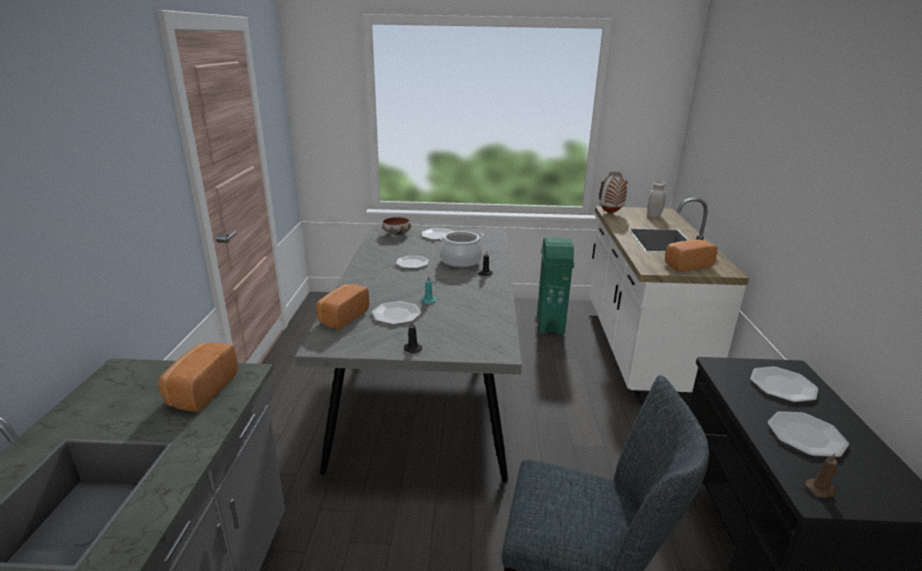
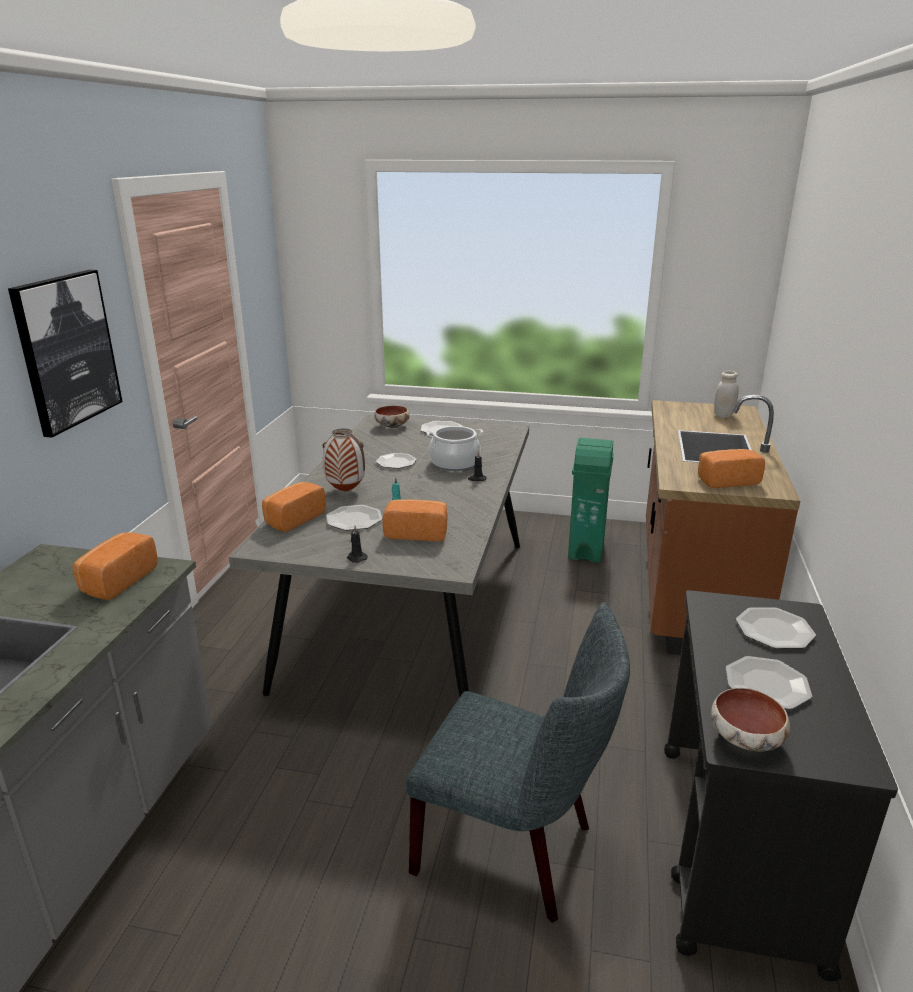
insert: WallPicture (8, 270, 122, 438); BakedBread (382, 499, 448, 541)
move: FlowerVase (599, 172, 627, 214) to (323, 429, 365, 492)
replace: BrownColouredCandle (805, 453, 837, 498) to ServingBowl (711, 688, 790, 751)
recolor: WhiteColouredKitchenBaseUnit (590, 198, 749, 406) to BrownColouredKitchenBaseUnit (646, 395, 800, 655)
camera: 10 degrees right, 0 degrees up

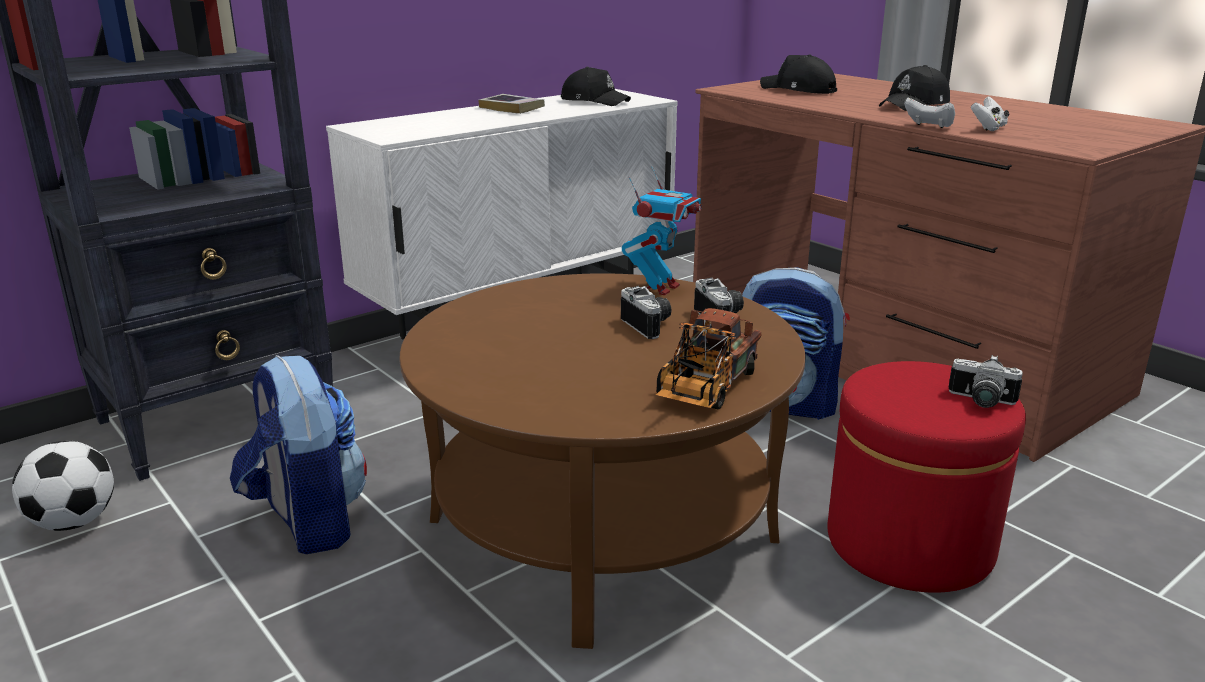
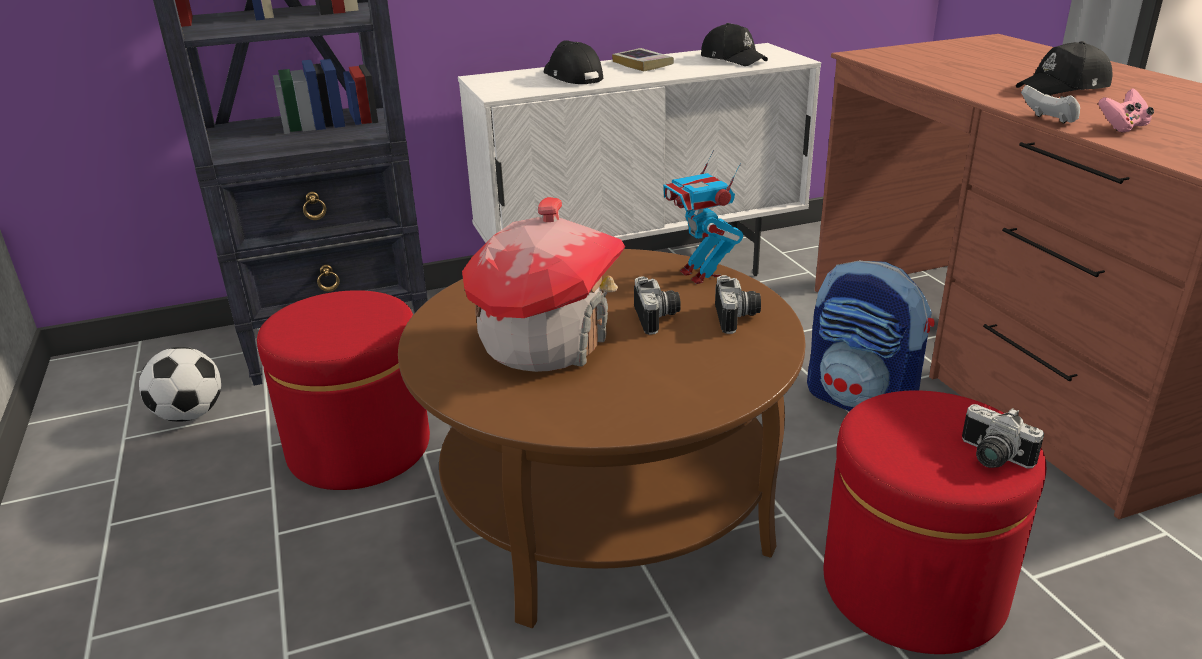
delete: ModelTruck (655, 308, 762, 409)
insert: ModelHouse (462, 197, 625, 372)
move: BlackishCap (760, 55, 837, 94) to (544, 40, 603, 84)
replace: Knapsack (230, 355, 367, 554) to RedColouredPouffe (257, 290, 430, 490)
recolor: WhiteColouredGamepad (971, 96, 1010, 131) to PinkColouredGamepad (1098, 88, 1154, 132)
rotate: RobotFigure (622, 167, 702, 295) = (663, 149, 743, 284) 105 degrees clockwise
camera: 20 degrees right, 5 degrees up

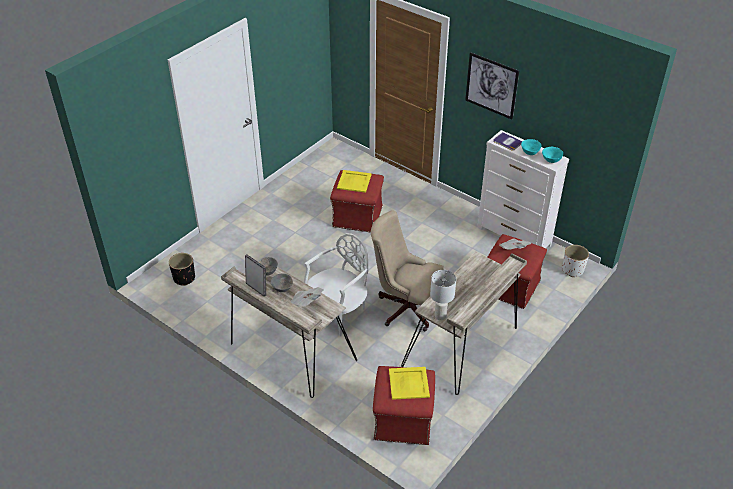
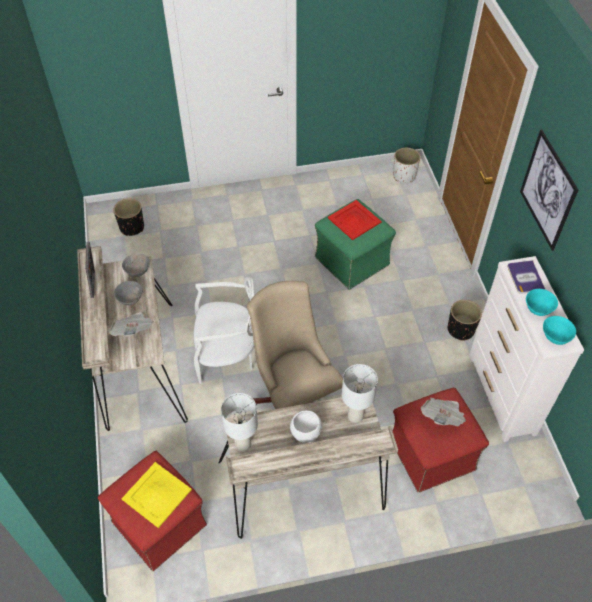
insert: WhiteColouredServingBowl (290, 410, 322, 443); WhiteColouredLampForATable (342, 364, 378, 423); BlackishPlanter (448, 300, 482, 341)
move: WhiteColouredPlanter (562, 245, 589, 277) to (393, 148, 420, 183)
recolor: RedColouredPouffe (330, 170, 384, 233) to GreenishPouffe (315, 199, 396, 290); YellowColouredTray (337, 170, 372, 193) to RedColouredTray (328, 200, 381, 240)
camera: 40 degrees right, 10 degrees up

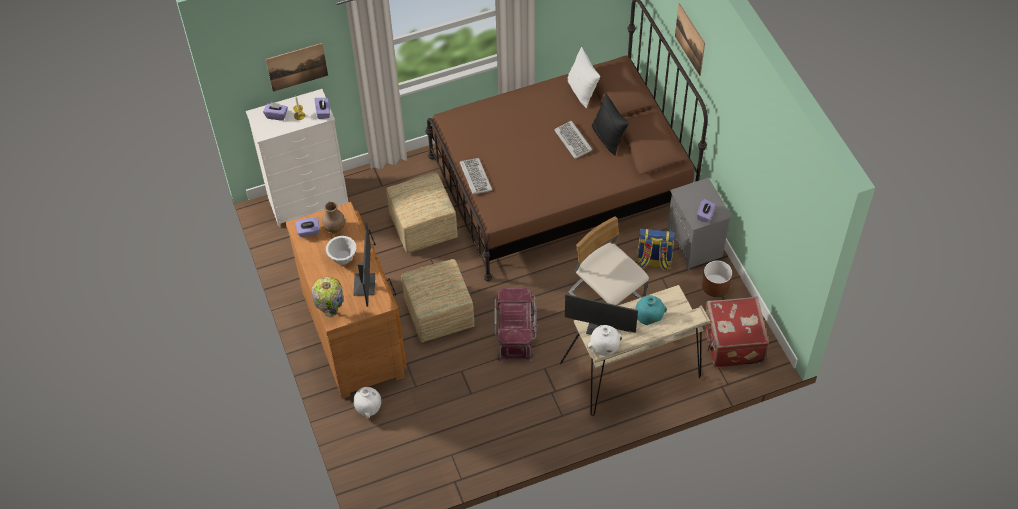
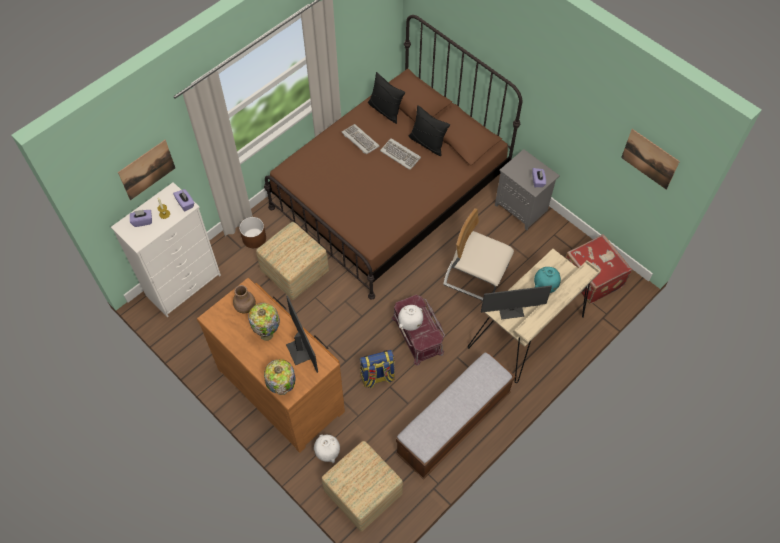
delete: PurpleColouredTissueHolder (295, 217, 320, 237)
insert: Bench (396, 352, 516, 479)
move: BrownColouredPlanter (702, 260, 732, 297) to (239, 217, 266, 248); Pouffe (402, 259, 475, 343) to (322, 441, 403, 532); Keyboard (460, 158, 492, 194) to (341, 124, 380, 154); Knapsack (637, 228, 675, 271) to (360, 350, 395, 388); WhiteColouredFlowerVase (588, 325, 622, 356) to (398, 305, 423, 331); WallPicture (675, 3, 705, 76) to (621, 129, 680, 190)
replace: WhiteColouredServingBowl (326, 236, 356, 265) to LampForATable (248, 303, 280, 341)
recolor: WhiteColouredCushion (567, 47, 600, 108) to BlackishCushion (368, 72, 405, 124)
camera: 25 degrees left, 5 degrees up

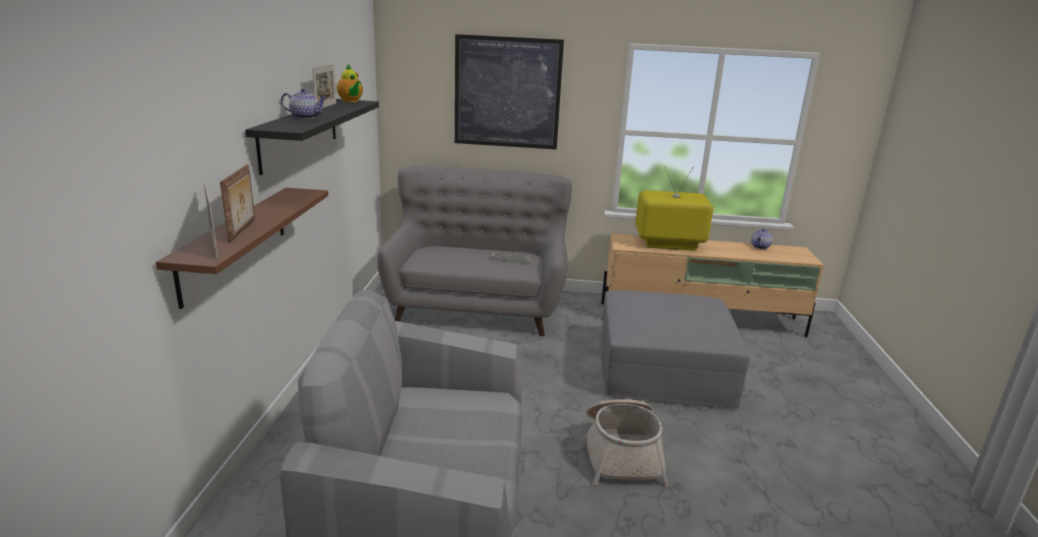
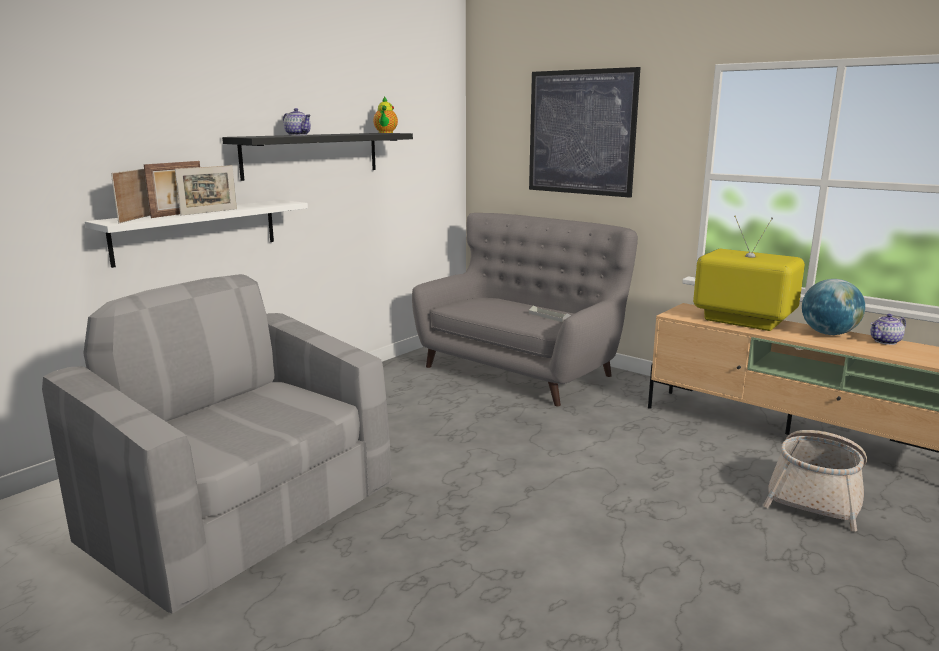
delete: GrayPouffe (601, 290, 750, 408)
insert: WorldGlobe (802, 279, 865, 335)
move: PhotoFrame (312, 64, 336, 108) to (175, 165, 237, 216); Basket (583, 399, 668, 487) to (763, 430, 867, 532)
recolor: BrownColouredWallShelf (156, 188, 328, 309) to WhiteColouredWallShelf (85, 200, 308, 268)
camera: 35 degrees right, 5 degrees down

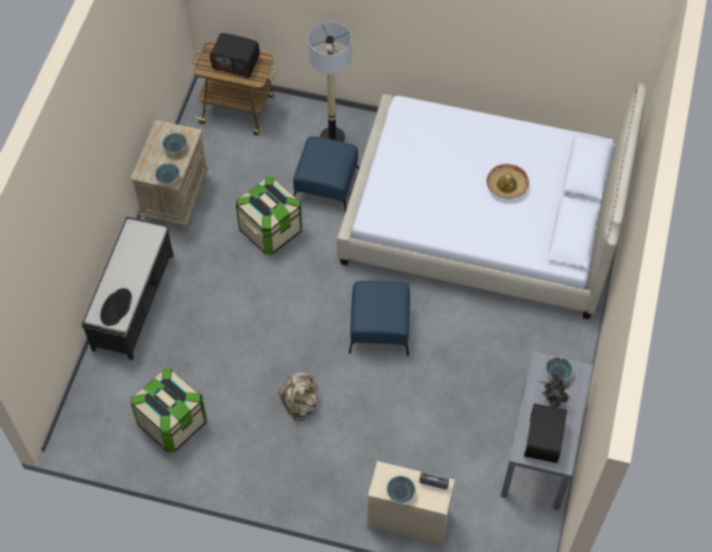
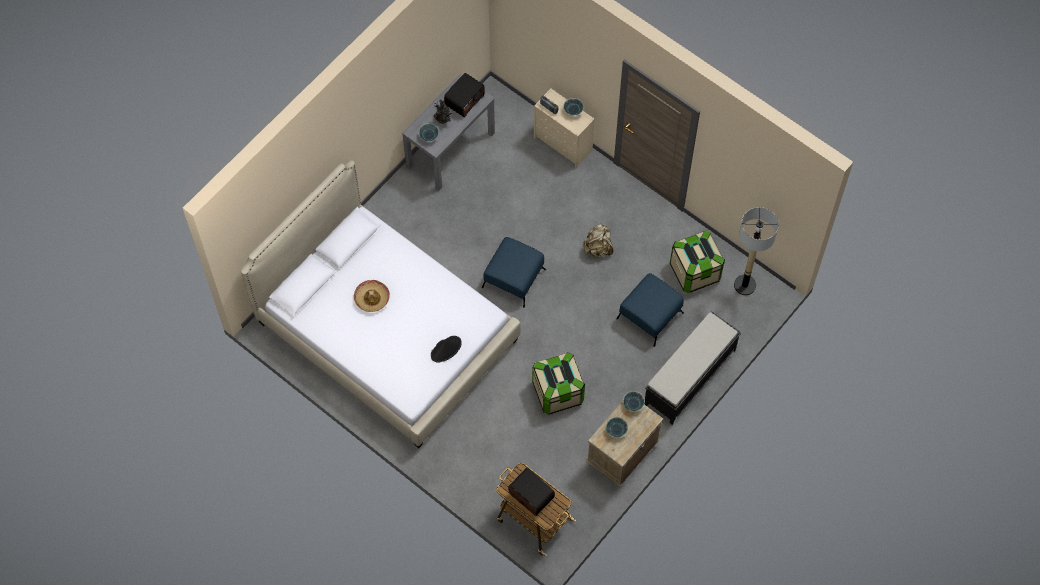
move: BlackishClothingHat (100, 288, 132, 326) to (431, 336, 462, 362); BluePouffe (293, 136, 359, 212) to (616, 273, 684, 347); StandardLamp (308, 22, 352, 142) to (734, 207, 779, 295)
camera: 155 degrees left, 5 degrees up

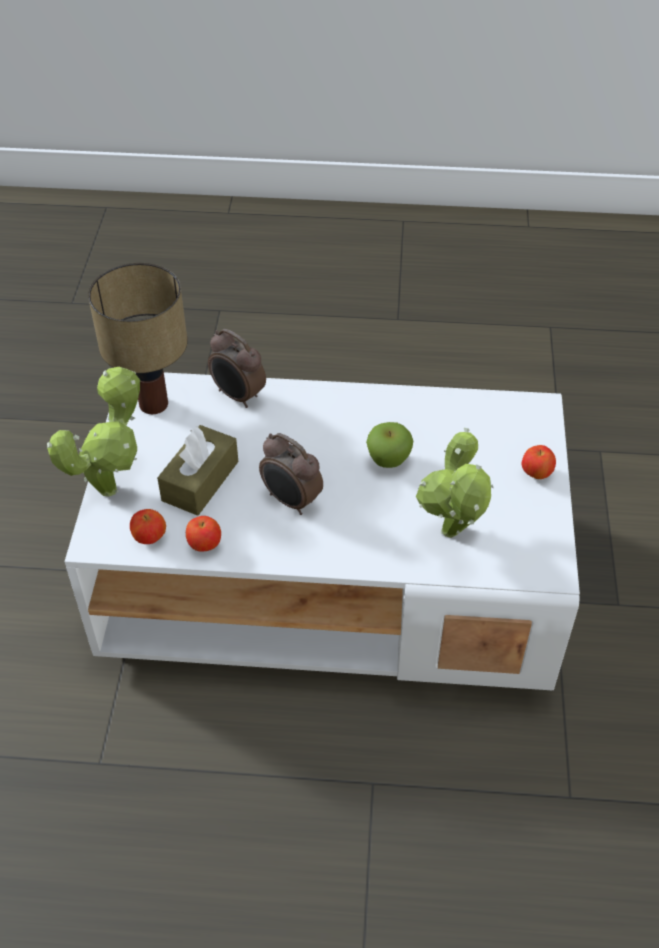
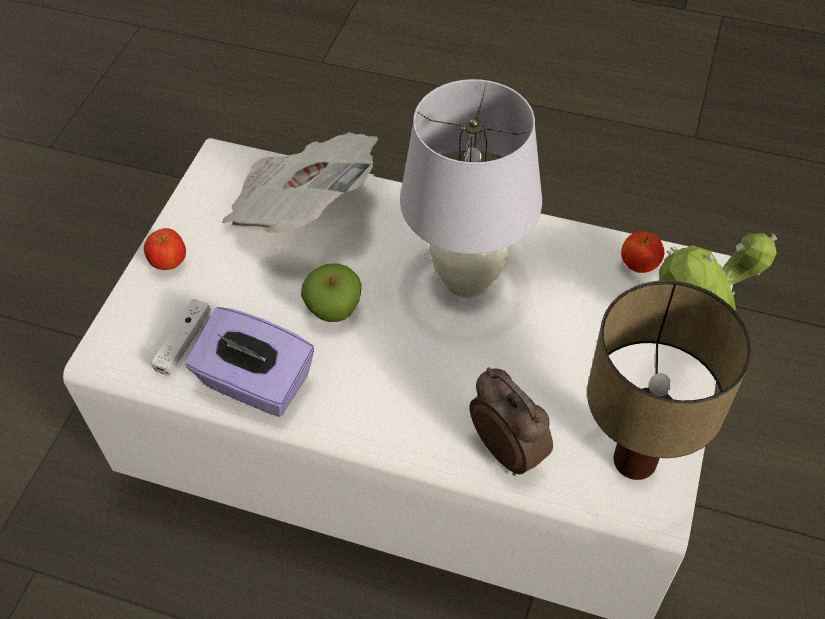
delete: BrownColouredTissueHolder (157, 425, 238, 516); AppleFruit (186, 516, 221, 552)
insert: WhiteColouredGamepad (151, 299, 211, 376); PurpleColouredTissueHolder (185, 307, 314, 417)
replace: PlantInAPot (416, 428, 494, 538) to Newspaper (221, 132, 378, 233); AlarmClock (259, 433, 323, 515) to WhiteColouredLampForATable (400, 79, 542, 298)
camera: 165 degrees left, 5 degrees up

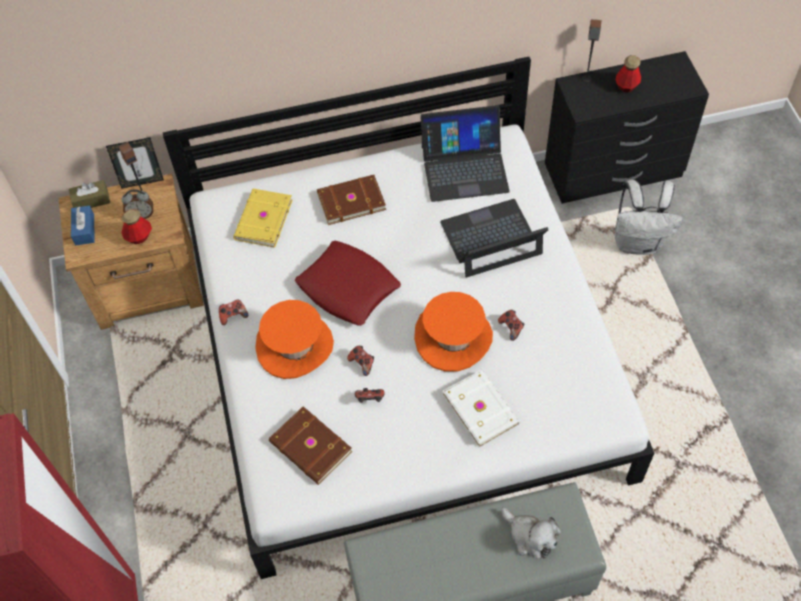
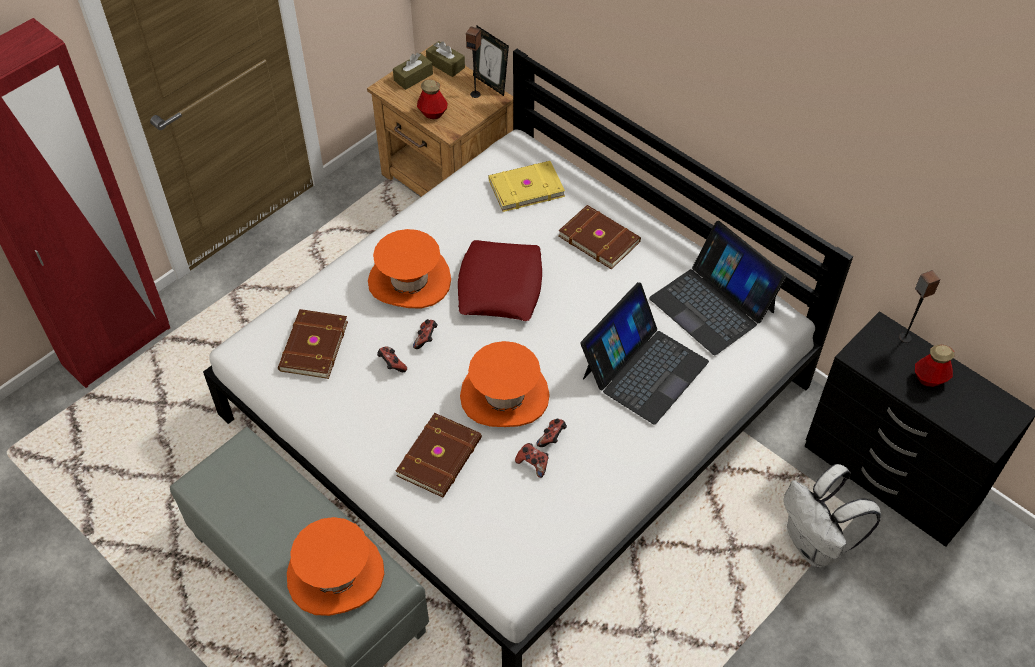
delete: AlarmClock (122, 189, 153, 219)
move: Gamepad (219, 299, 248, 325) to (515, 443, 548, 478)
replace: SoftToy (501, 507, 561, 559) to OrangeyClothingHat (287, 517, 384, 616)
recolor: BlueTissueHolder (71, 205, 95, 245) to BrownColouredTissueHolder (393, 53, 433, 90); WhiteColouredVolume (443, 370, 520, 448) to BrownColouredVolume (396, 413, 482, 497)
rotate: NotebookComputer (440, 199, 548, 277) = (580, 282, 709, 425) 90 degrees clockwise
camera: 55 degrees right, 5 degrees down

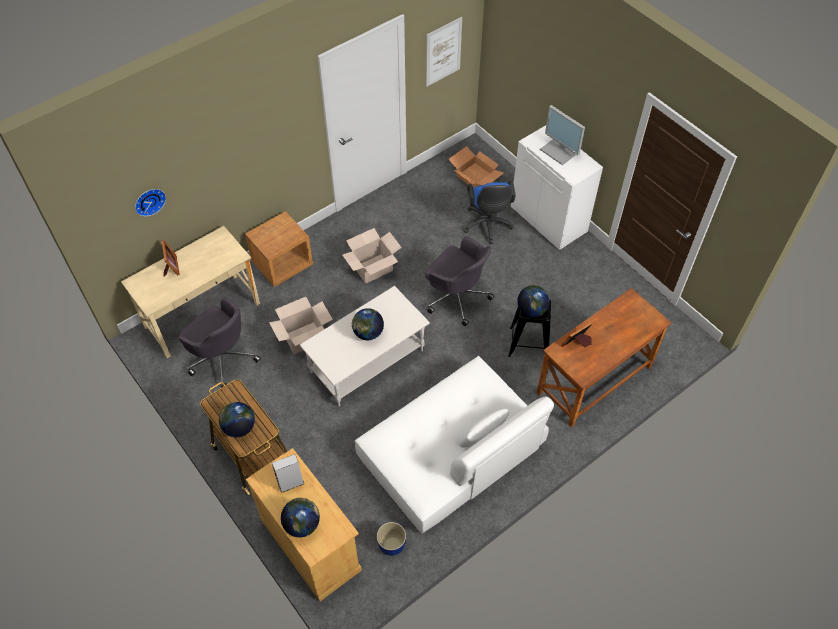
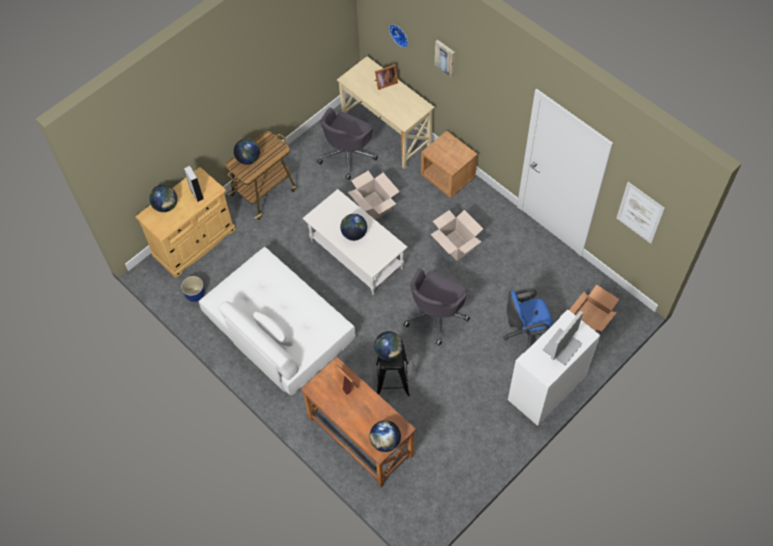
insert: WorldGlobe (370, 420, 401, 452); WallPicture (435, 40, 455, 78)
camera: 85 degrees right, 5 degrees up

